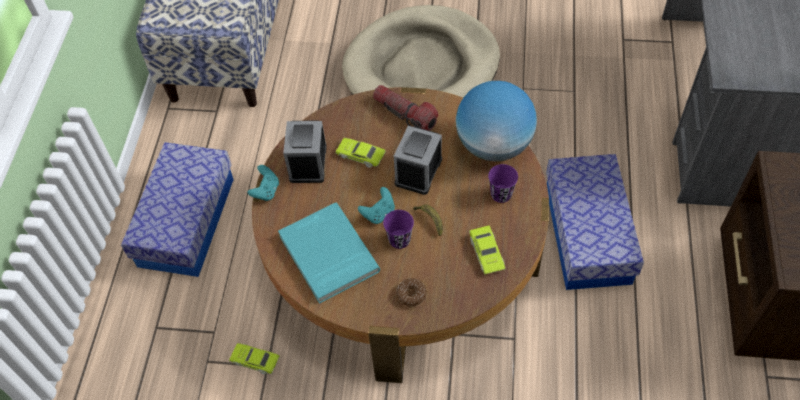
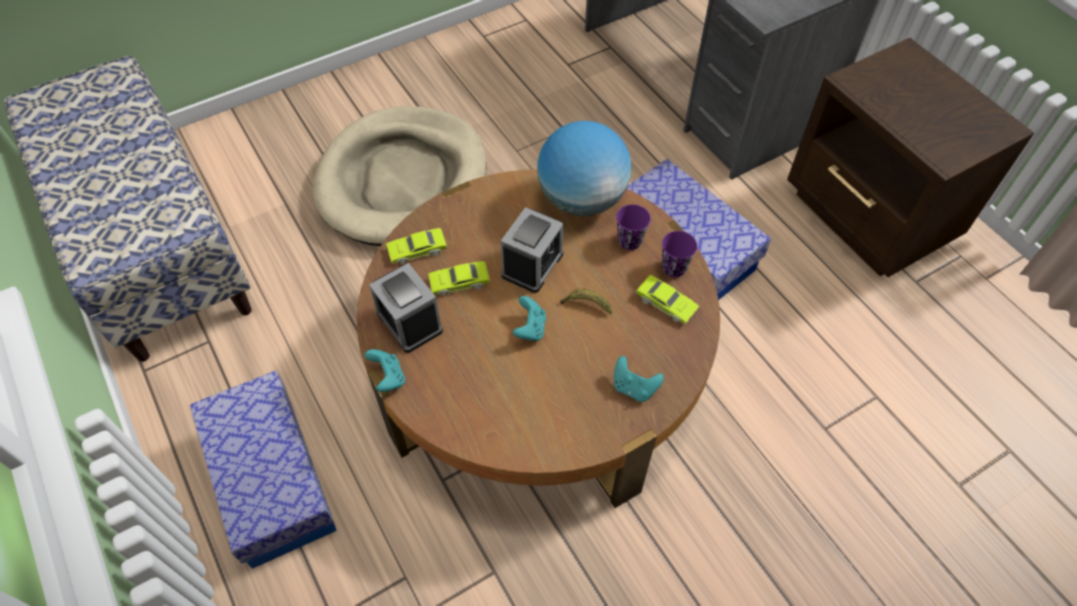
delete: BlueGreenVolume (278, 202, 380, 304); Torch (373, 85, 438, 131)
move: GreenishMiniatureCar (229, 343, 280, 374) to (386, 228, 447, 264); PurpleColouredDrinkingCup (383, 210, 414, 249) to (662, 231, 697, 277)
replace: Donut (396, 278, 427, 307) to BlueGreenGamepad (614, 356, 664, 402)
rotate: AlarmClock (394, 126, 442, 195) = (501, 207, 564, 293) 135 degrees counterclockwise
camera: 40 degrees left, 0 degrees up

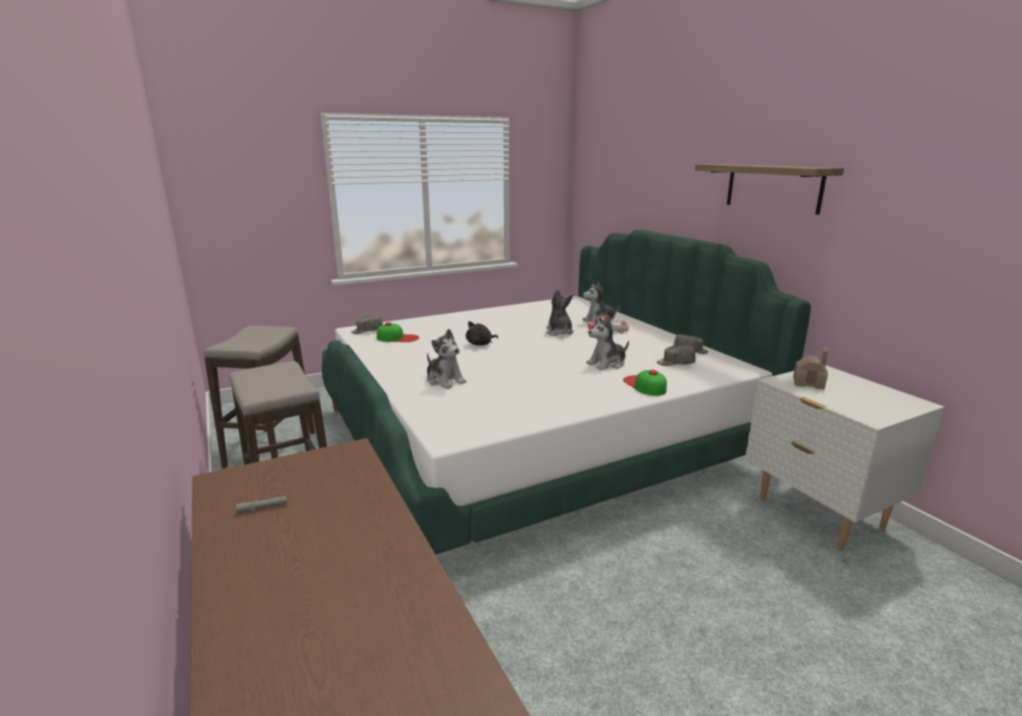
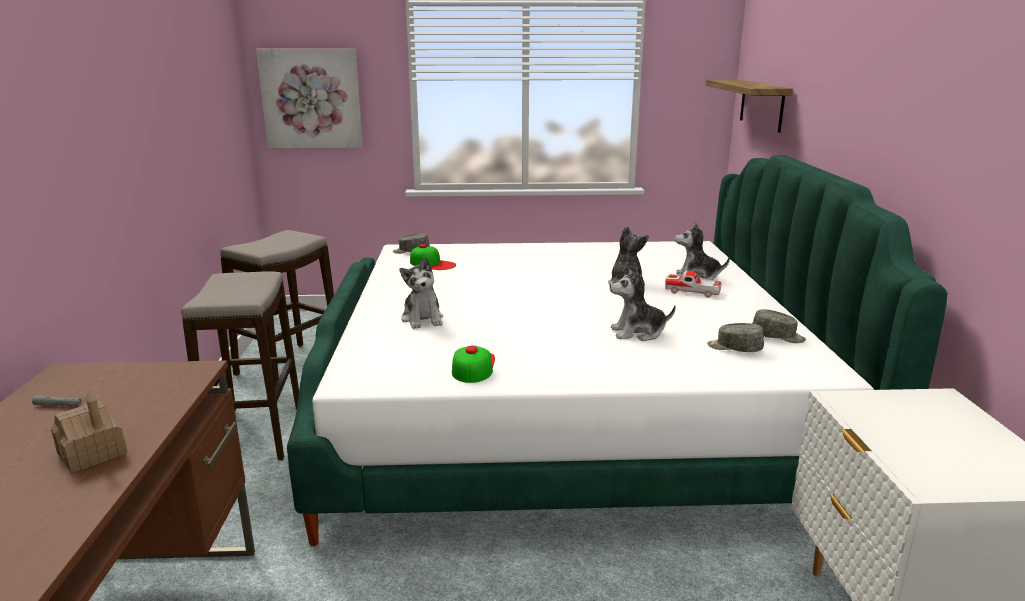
delete: BlackishSoftToy (466, 321, 498, 345)
insert: WallPicture (256, 49, 363, 148)
move: ModelHouse (793, 346, 830, 389) to (51, 390, 128, 473); Cap (623, 370, 667, 396) to (452, 345, 495, 383); WallShelf (695, 164, 844, 215) to (706, 80, 793, 133)
camera: 25 degrees right, 0 degrees up

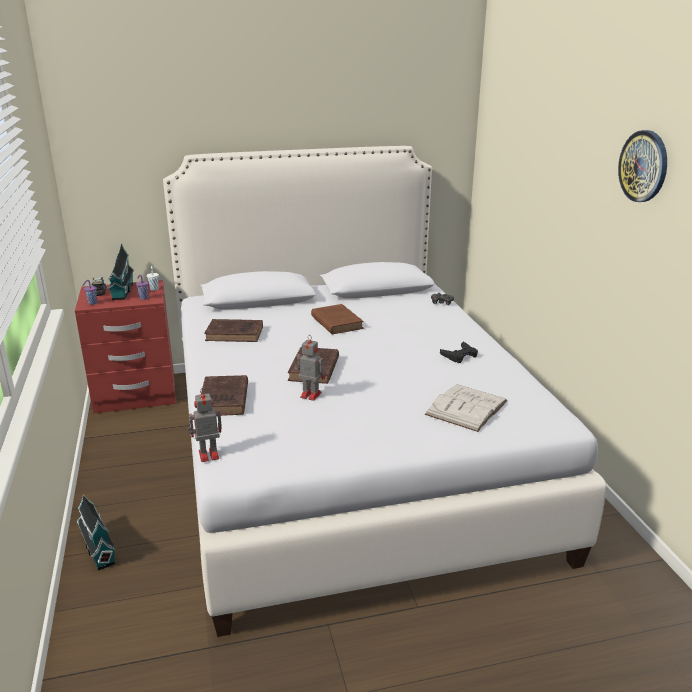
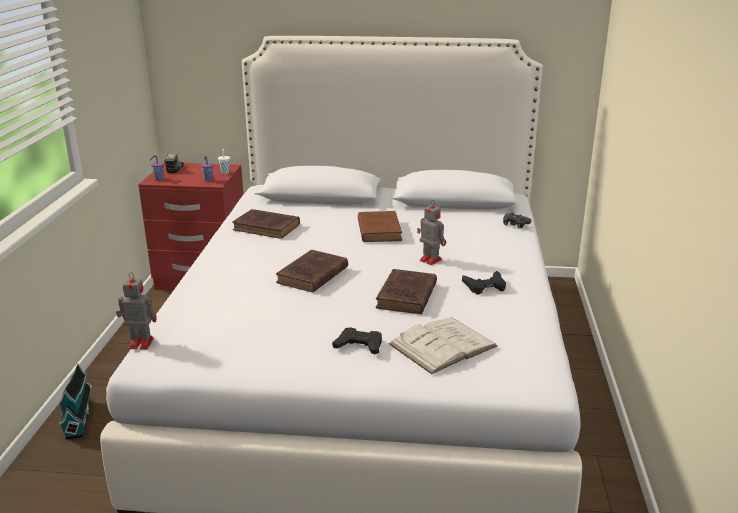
delete: ModelHouse (108, 244, 134, 300); HangingClock (618, 130, 667, 202)
insert: BlackishGamepad (332, 327, 382, 355)
move: BrownColouredVolume (201, 375, 248, 416) to (375, 269, 437, 314); RobotFigure (294, 335, 326, 401) to (417, 200, 446, 265)
camera: 20 degrees right, 0 degrees up

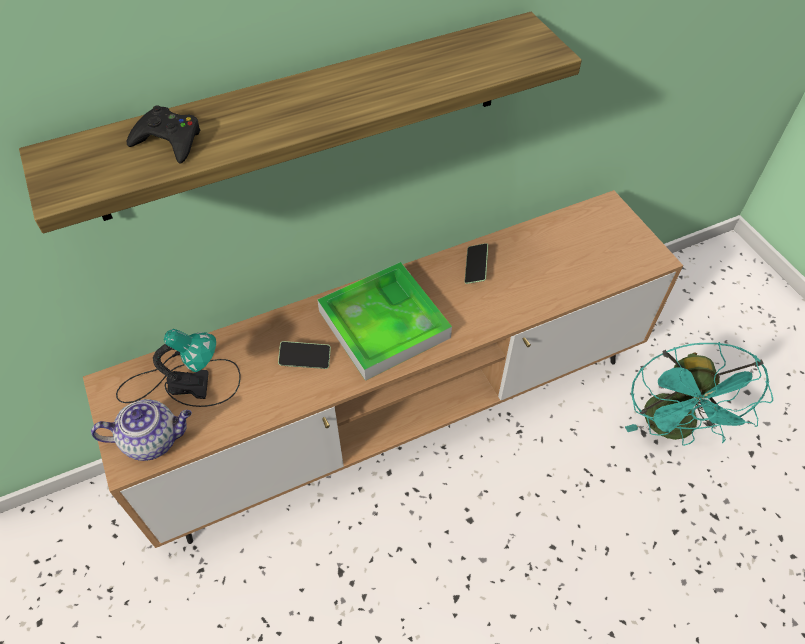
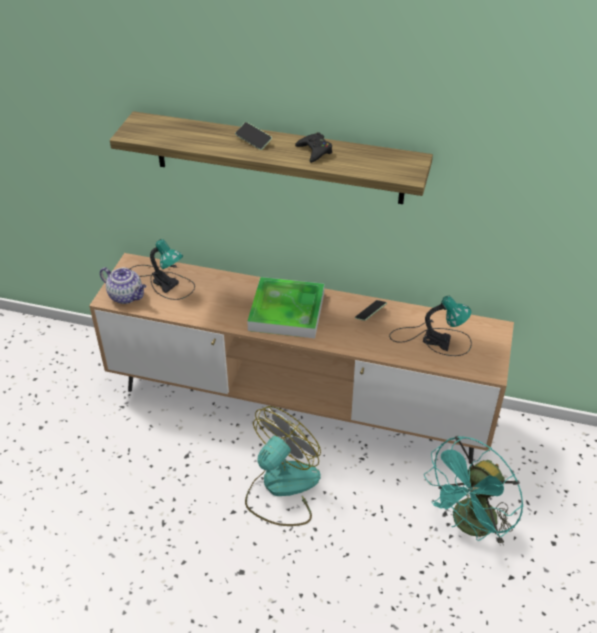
insert: Fan (245, 406, 321, 526); LampForATable (389, 296, 472, 356)
move: Telephone (278, 341, 331, 369) to (235, 122, 272, 150); BlackishGamepad (127, 105, 201, 164) to (295, 132, 332, 163)
camera: 40 degrees right, 10 degrees down

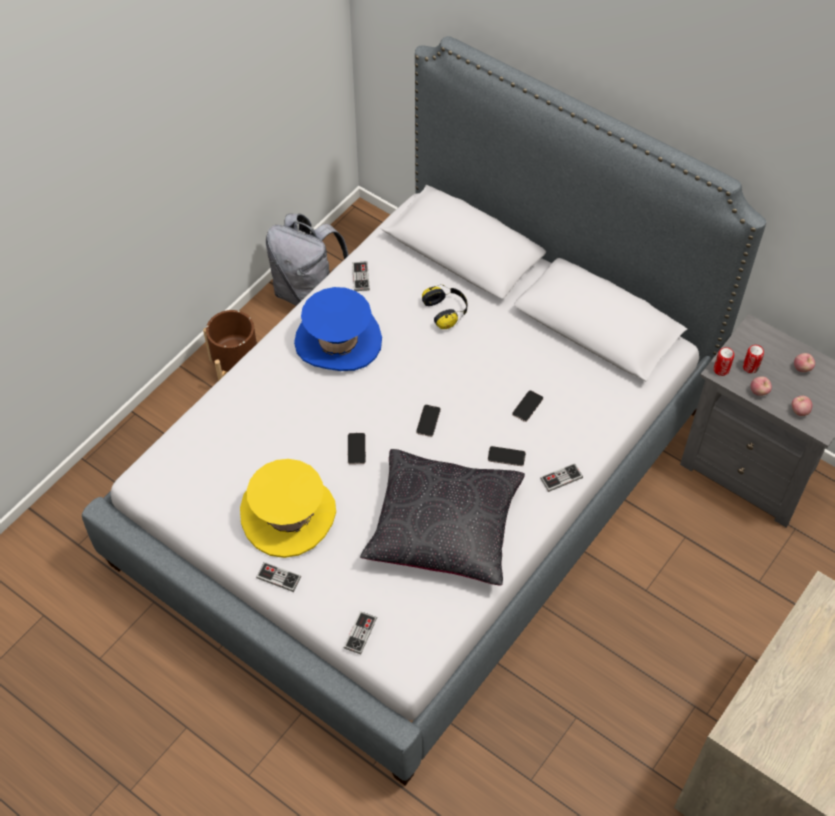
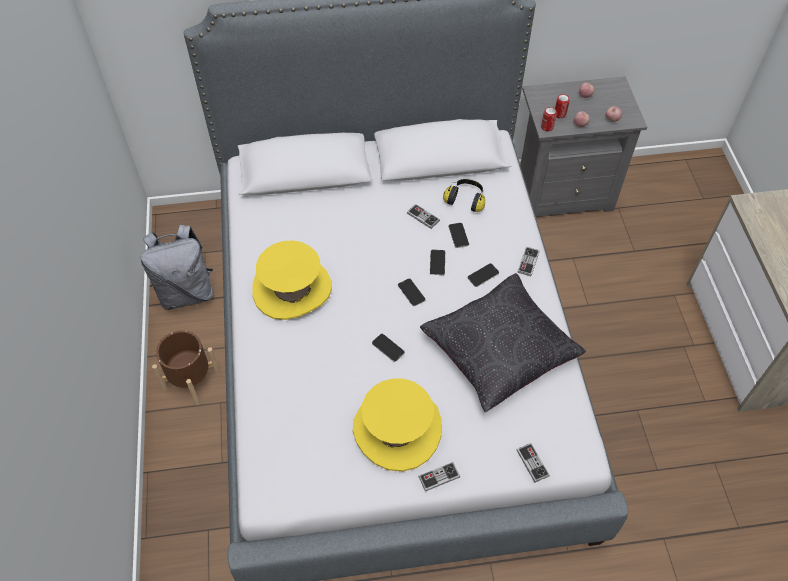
insert: Telephone (430, 250, 445, 275)
move: Gamepad (352, 261, 370, 291) to (407, 204, 440, 229); Headphones (422, 284, 467, 329) to (443, 179, 485, 212)
recolor: BlueClothingHat (294, 287, 382, 371) to YellowColouredClothingHat (252, 240, 332, 320)
camera: 45 degrees left, 0 degrees up

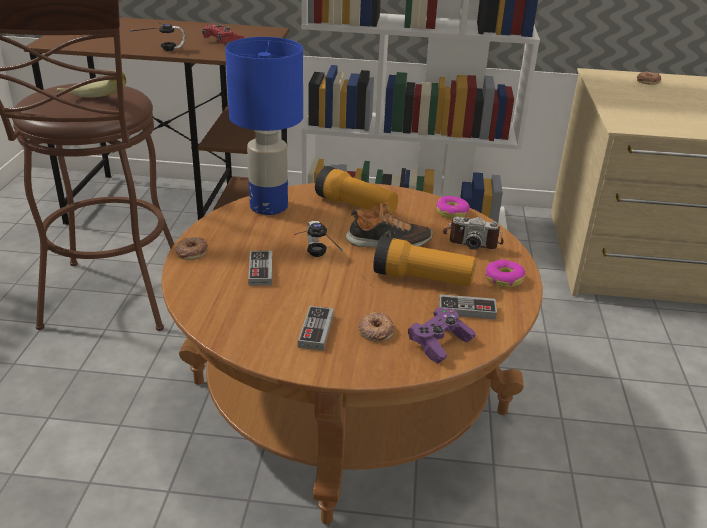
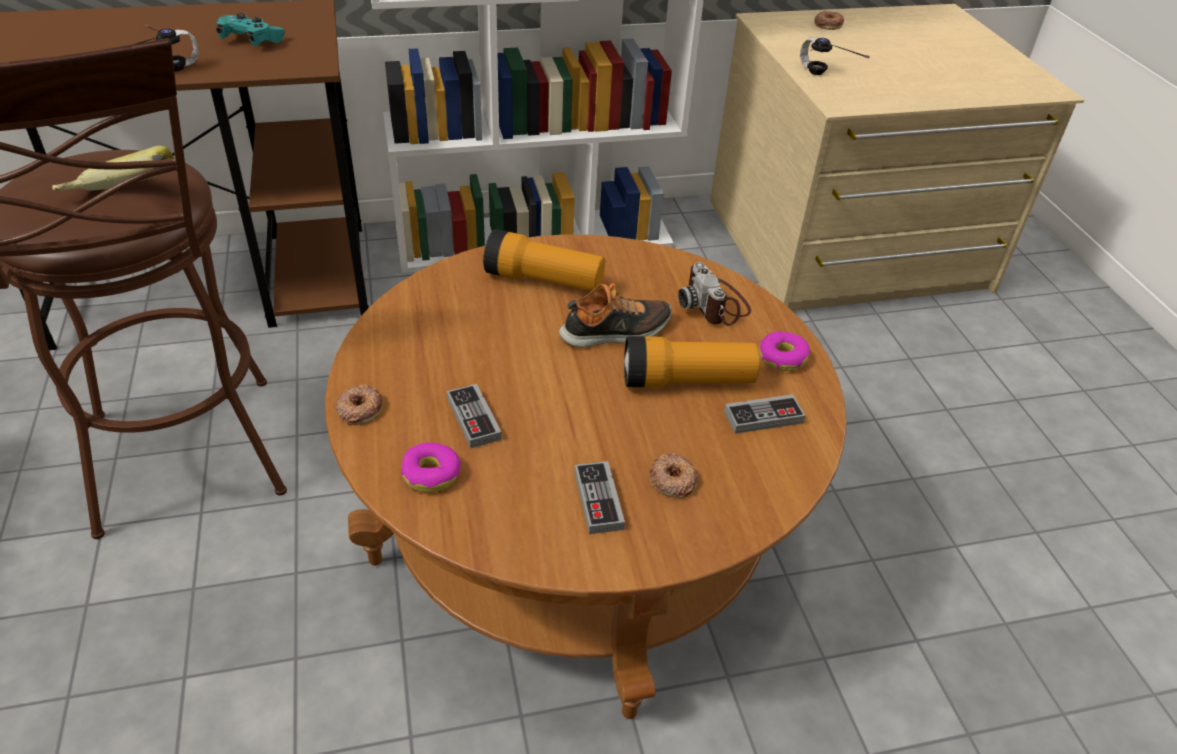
delete: BlueLampForATable (225, 37, 303, 215); PurpleColouredGamepad (408, 307, 476, 364)
move: Donut (436, 196, 470, 219) to (401, 442, 461, 492); Headphones (294, 221, 343, 257) to (800, 38, 870, 75)
recolor: RedColouredGamepad (202, 24, 244, 44) to BlueGreenGamepad (216, 13, 285, 47)
rotate: StillCamera (443, 216, 504, 250) = (678, 262, 751, 326) 75 degrees clockwise
camera: 20 degrees left, 10 degrees up

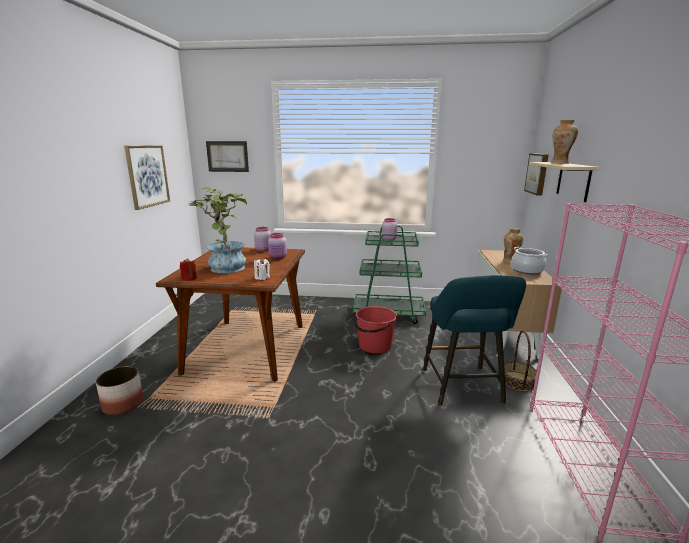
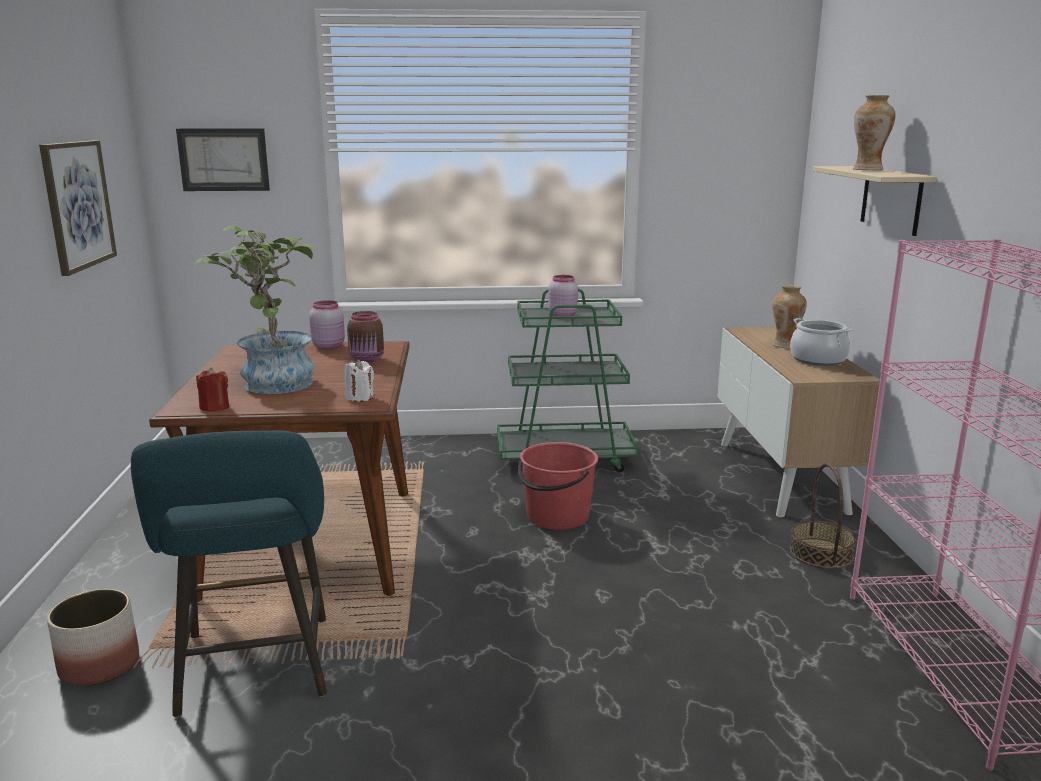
delete: WallPicture (524, 153, 549, 196)
move: BlueGreenStoolSeat (423, 275, 526, 406) to (131, 431, 327, 718)
recolor: PinkColouredStorageJar (268, 233, 287, 259) to BrownColouredStorageJar (347, 311, 384, 363)
camera: 10 degrees left, 0 degrees up

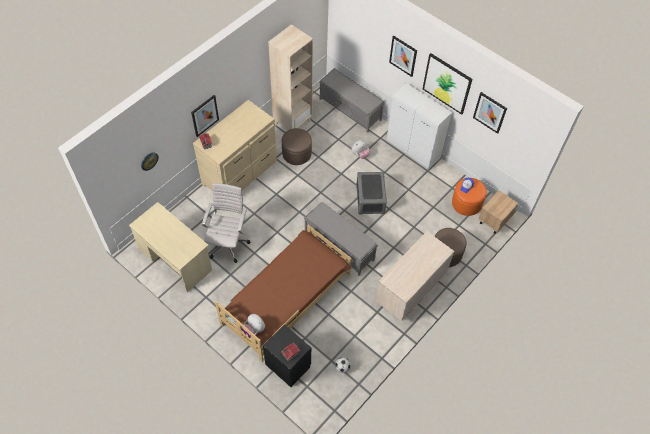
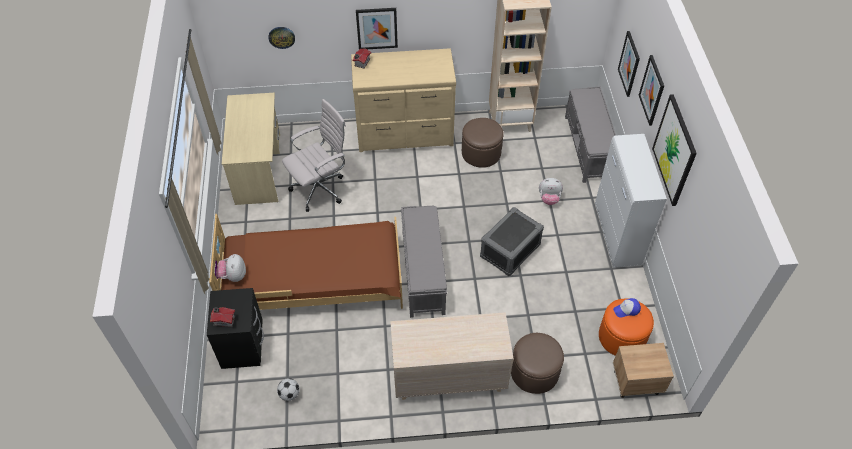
move: WallPicture (473, 92, 507, 134) to (618, 31, 640, 97)
camera: 45 degrees right, 5 degrees down

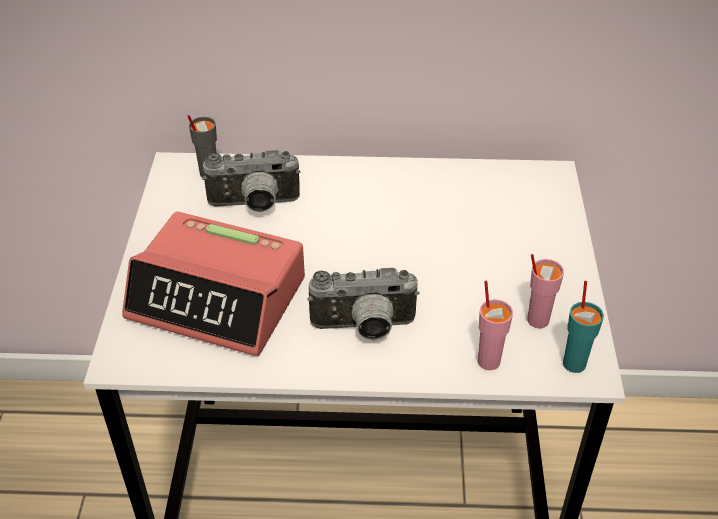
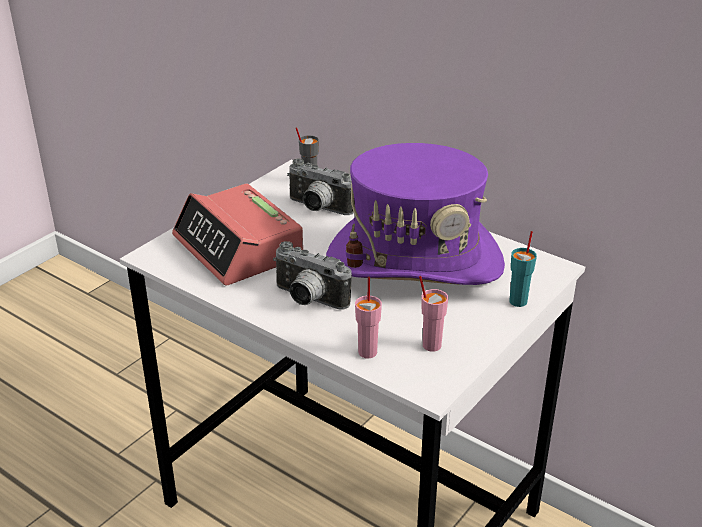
insert: PurpleColouredClothingHat (326, 143, 505, 285)
move: BlueGreenDrinkingCup (563, 281, 604, 373) to (510, 231, 537, 307)
camera: 35 degrees right, 10 degrees down

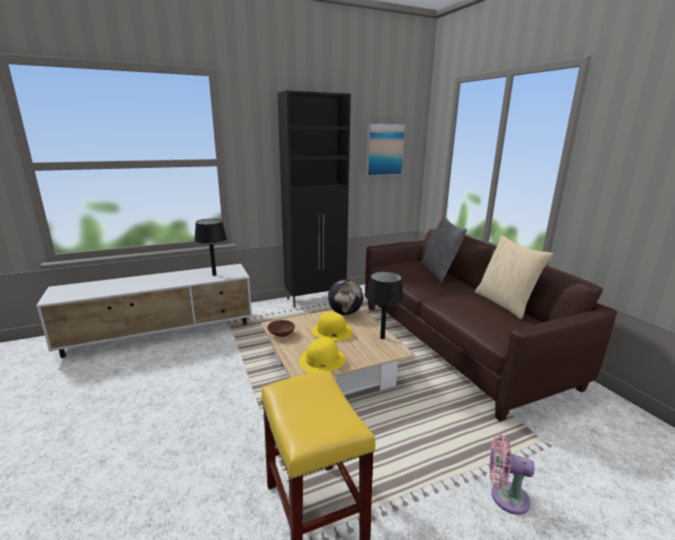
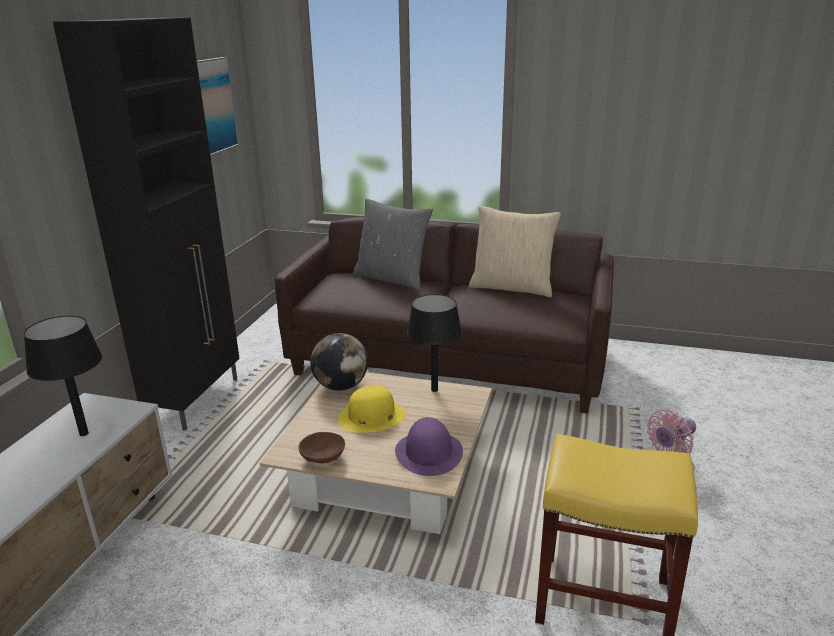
recolor: YellowColouredClothingHat (299, 338, 346, 373) to PurpleColouredClothingHat (395, 417, 463, 476)
camera: 50 degrees left, 5 degrees up

